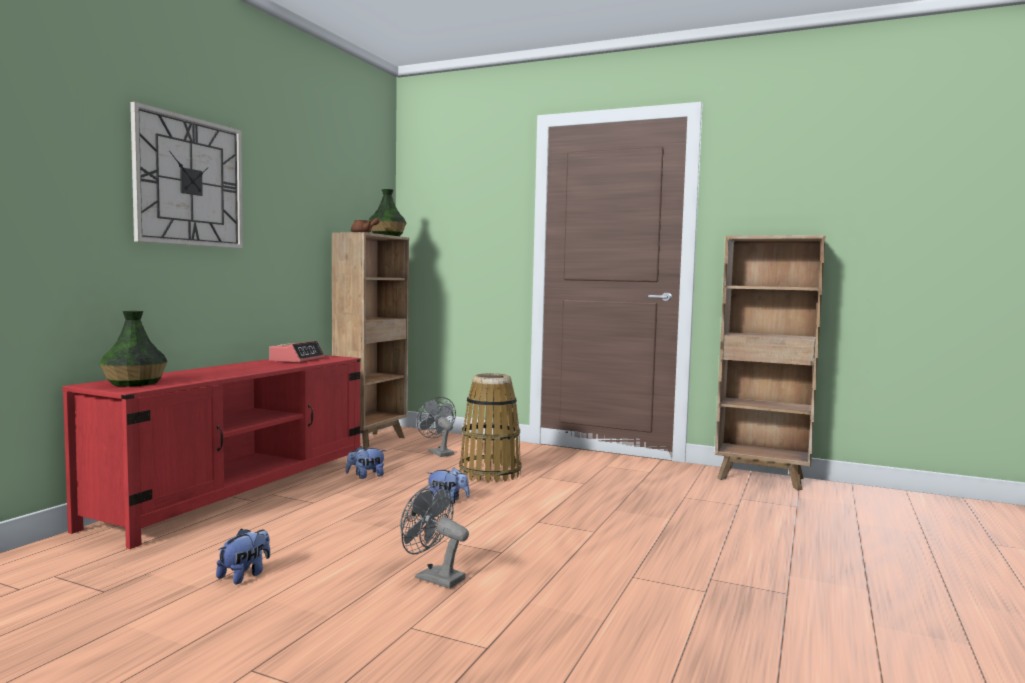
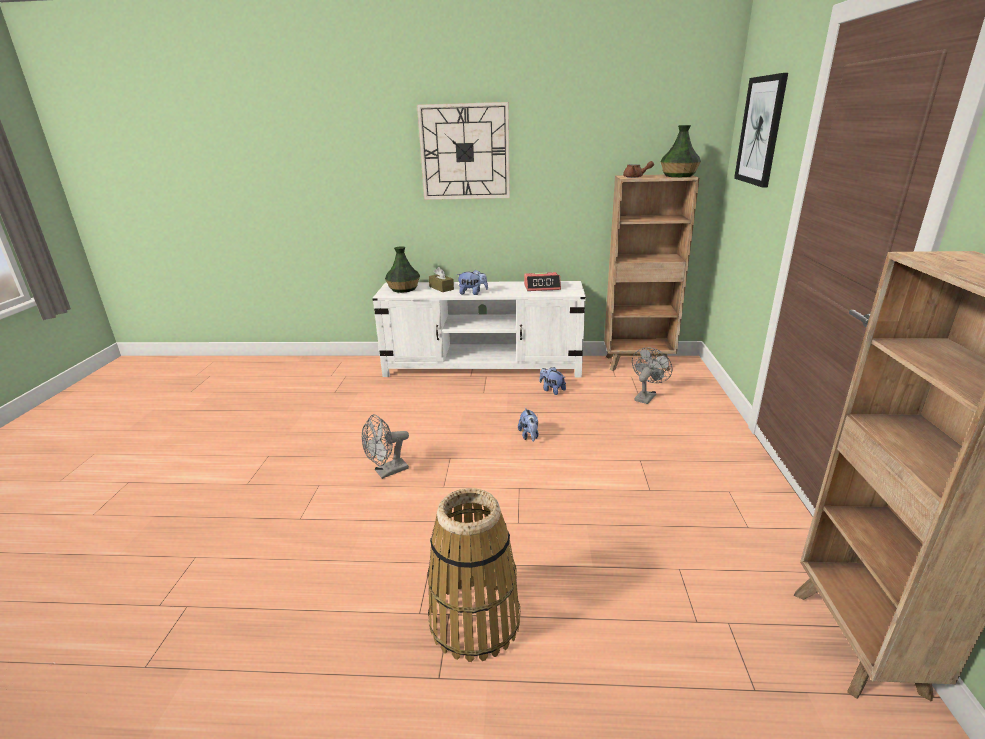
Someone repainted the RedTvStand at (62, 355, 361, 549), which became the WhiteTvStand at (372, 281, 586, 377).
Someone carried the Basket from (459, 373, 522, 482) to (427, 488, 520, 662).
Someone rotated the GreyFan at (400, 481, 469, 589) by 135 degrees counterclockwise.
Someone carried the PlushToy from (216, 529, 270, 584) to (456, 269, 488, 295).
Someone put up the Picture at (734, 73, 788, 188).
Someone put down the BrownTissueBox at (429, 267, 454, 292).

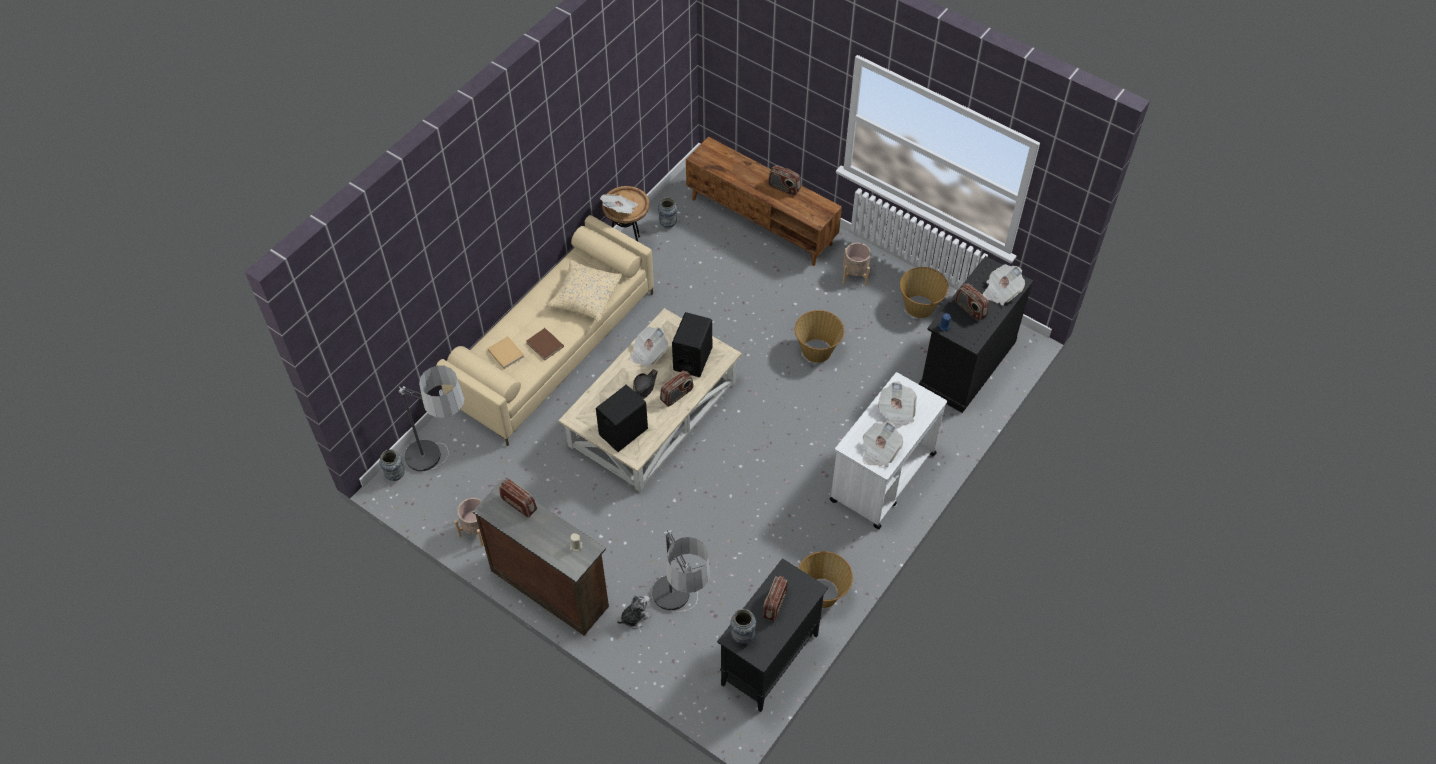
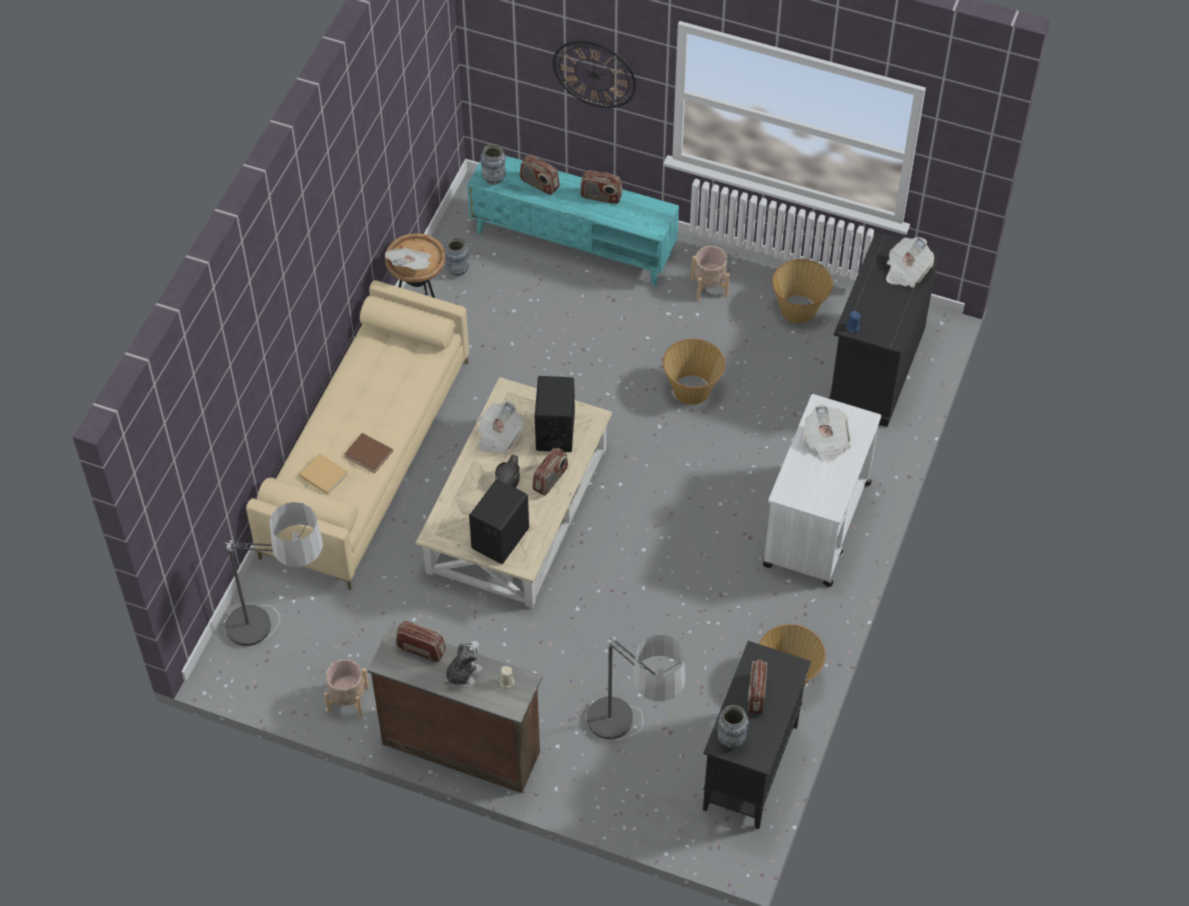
Someone repainted the BrownTvStand at (686, 137, 842, 266), which became the TurquoiseTvStand at (467, 156, 679, 286).
Someone took away the BeigePillow at (546, 260, 623, 322).
Someone carried the Radio from (955, 283, 989, 321) to (520, 155, 560, 195).
Someone took away the Newspaper at (862, 422, 903, 467).
Someone carried the Vase from (379, 450, 405, 481) to (480, 144, 506, 185).
Someone carried the PlushToy from (617, 595, 651, 629) to (444, 641, 483, 688).
Someone put up the WallClock at (553, 41, 636, 108).

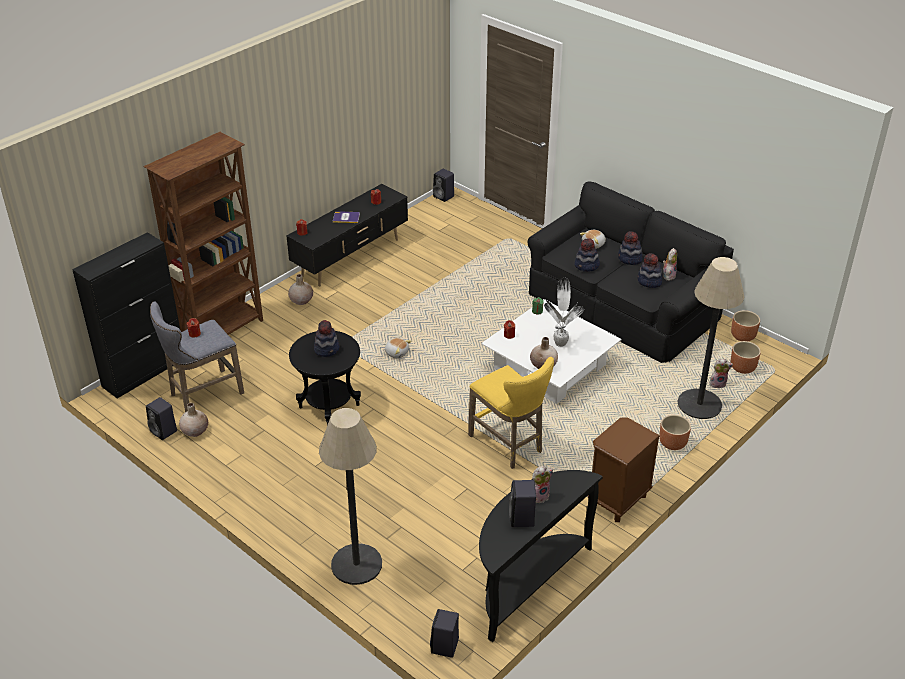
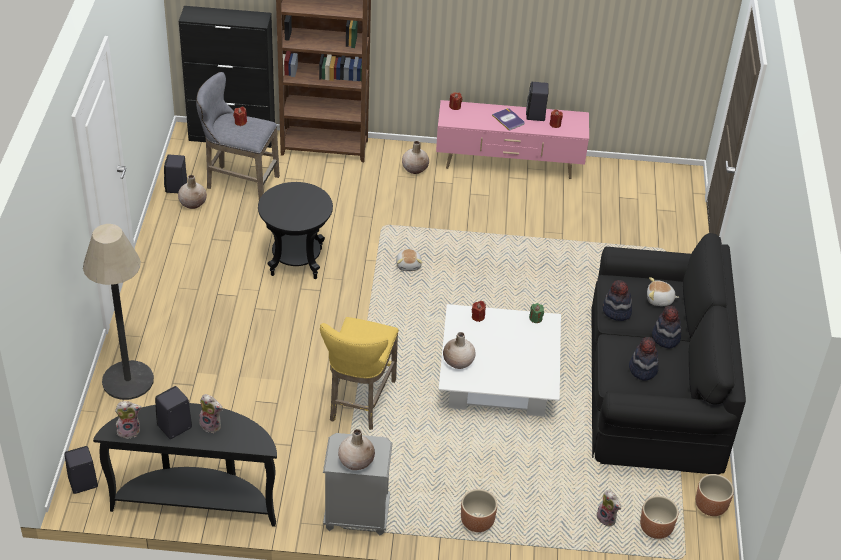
Someone carried the BlackSpeaker from (433, 169, 454, 202) to (526, 82, 549, 121).
Someone repainted the BlackTvStand at (287, 184, 408, 286), which became the PinkTvStand at (436, 100, 589, 179).
Someone carried the PlushToy from (663, 248, 677, 281) to (115, 401, 142, 439).
Someone took away the FloorLamp at (677, 257, 744, 419).
Someone took away the PottedPlant at (544, 278, 584, 347).
Someone took away the Hat at (314, 320, 340, 357).
Someone repainted the BrownNightstand at (588, 417, 660, 522), which became the GreyNightstand at (323, 433, 393, 536).
Someone put down the BeigeVase at (338, 429, 375, 470).

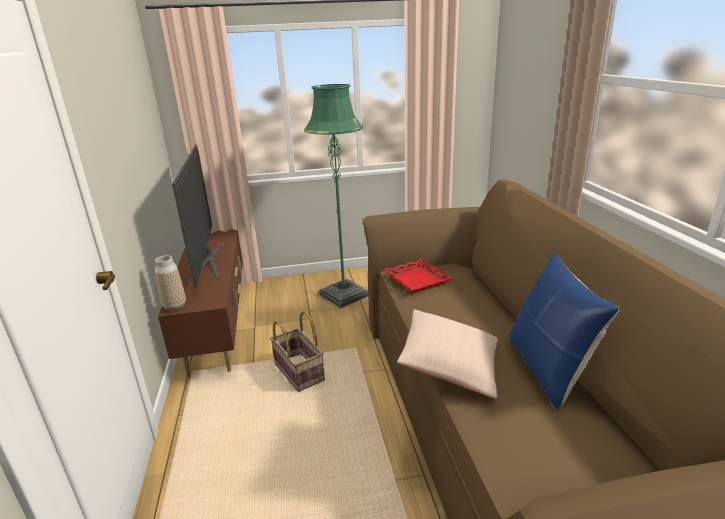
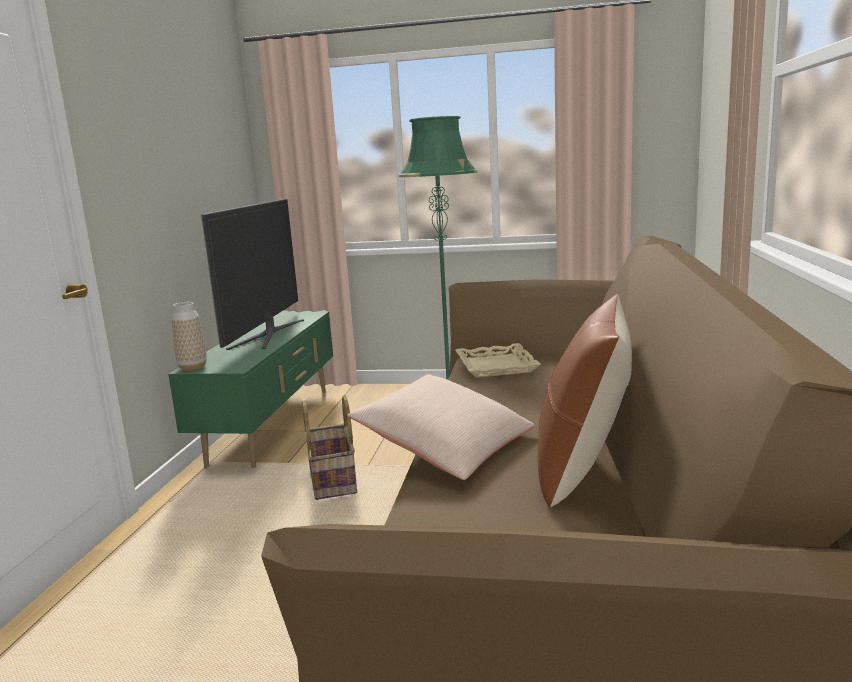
Someone repainted the BrownTvStand at (158, 229, 243, 378), which became the GreenTvStand at (168, 310, 333, 468).
Someone repainted the BluePillow at (509, 252, 619, 409), which became the BrownPillow at (537, 293, 632, 508).
Someone repainted the RedTray at (383, 258, 453, 293), which became the BeigeTray at (456, 343, 541, 378).

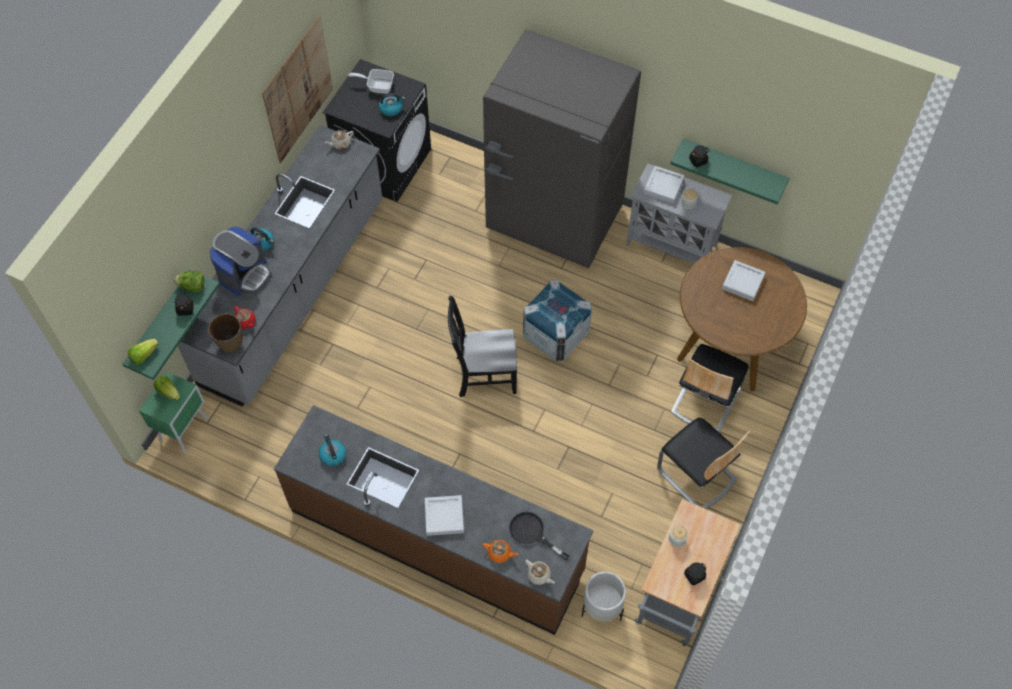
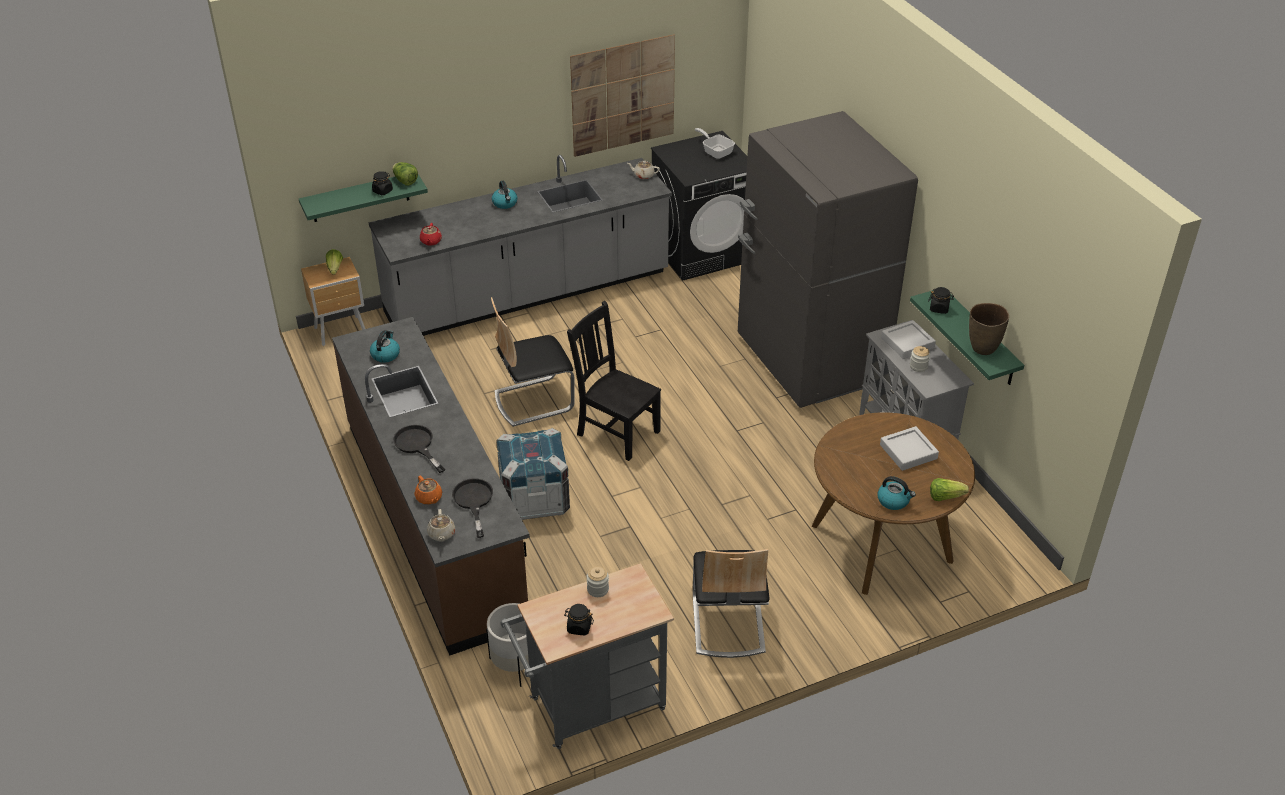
Someone carried the Kettle from (379, 93, 405, 116) to (878, 476, 916, 510).
Someone took away the CoffeeMachine at (210, 226, 271, 295).
Someone carried the Crate from (523, 280, 592, 361) to (496, 428, 570, 520).
Someone carried the BrownVase from (208, 313, 243, 353) to (969, 303, 1009, 355).
Someone carried the Lettuce from (128, 339, 159, 365) to (930, 478, 969, 501).
Someone carried the Chair from (671, 344, 749, 432) to (491, 297, 574, 427).
Someone repainted the GreenNightstand at (139, 371, 209, 453), which became the BrownNightstand at (301, 257, 365, 346).
Someone swapped the GreyTray at (424, 495, 464, 536) for the BlackFryingPan at (393, 425, 445, 473).

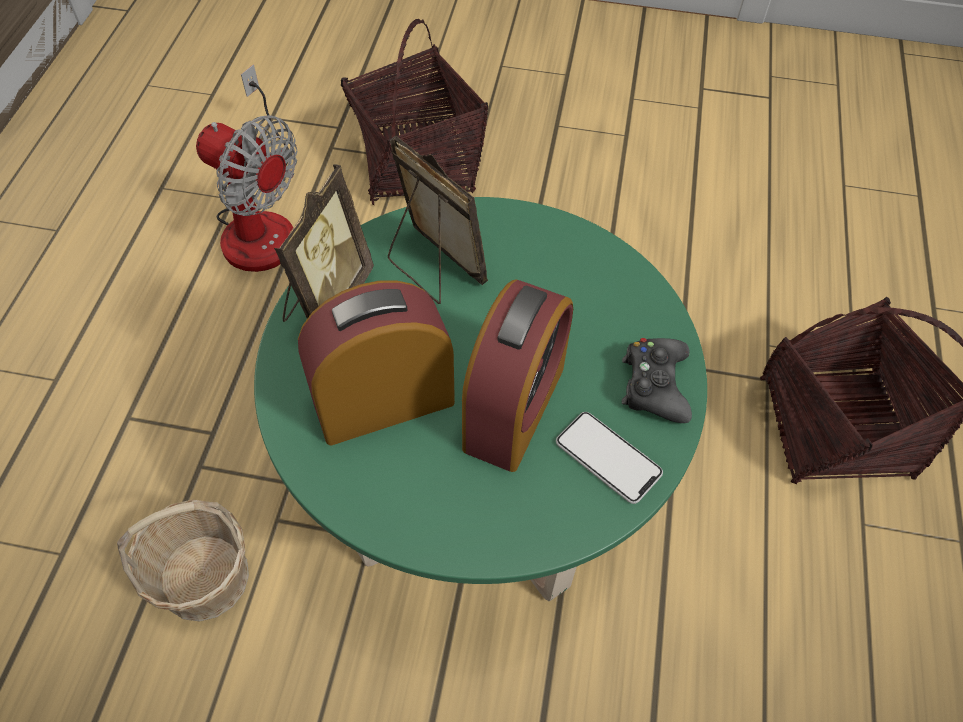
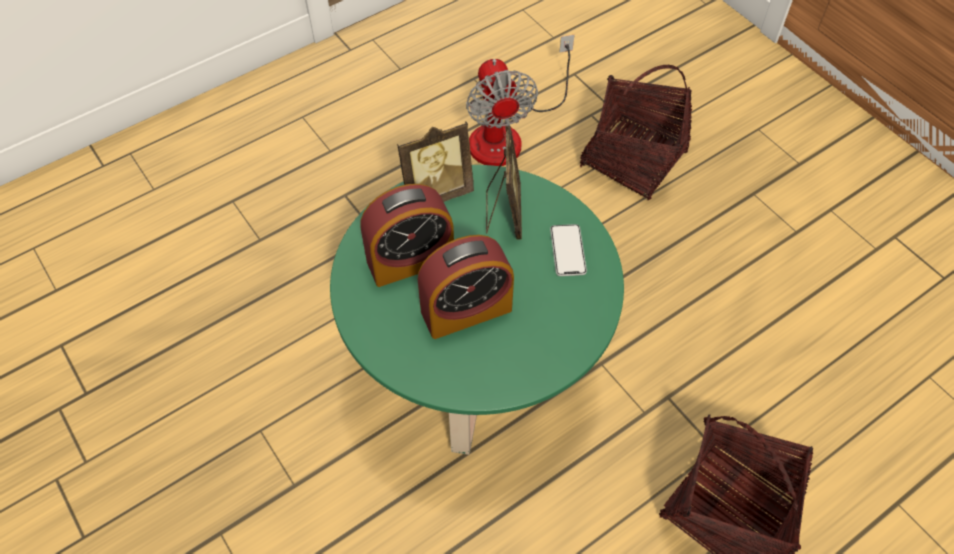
Someone rotated the AlarmClock at (298, 280, 455, 445) by 135 degrees clockwise.
Someone took away the BlackGameController at (622, 338, 692, 423).
Someone carried the Phone from (556, 412, 663, 504) to (550, 224, 587, 276).
Someone took away the Basket at (117, 500, 249, 622).

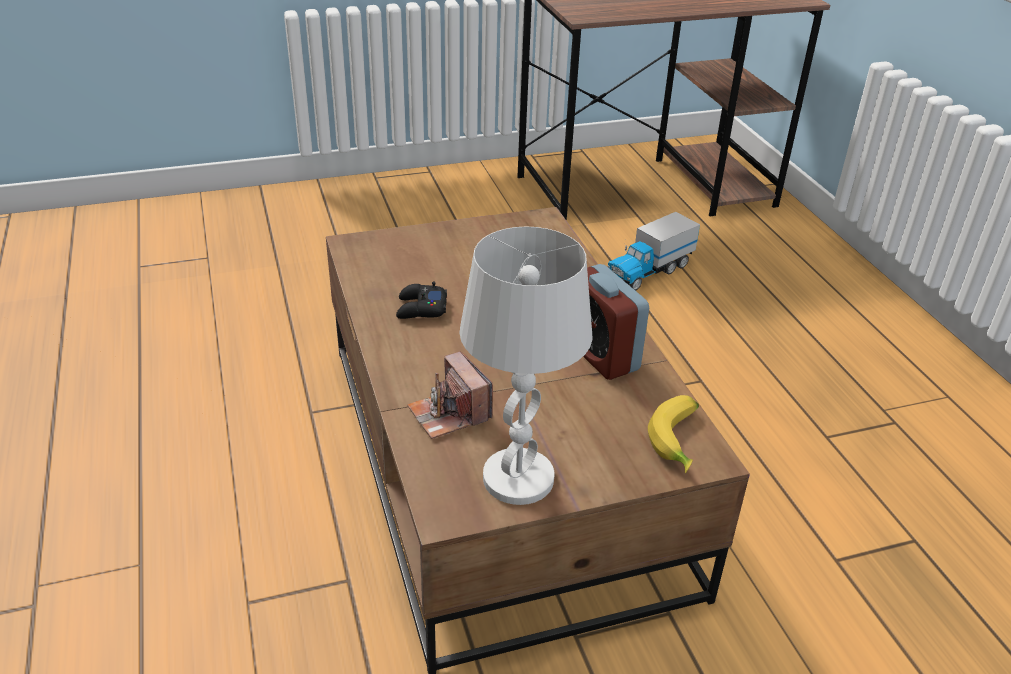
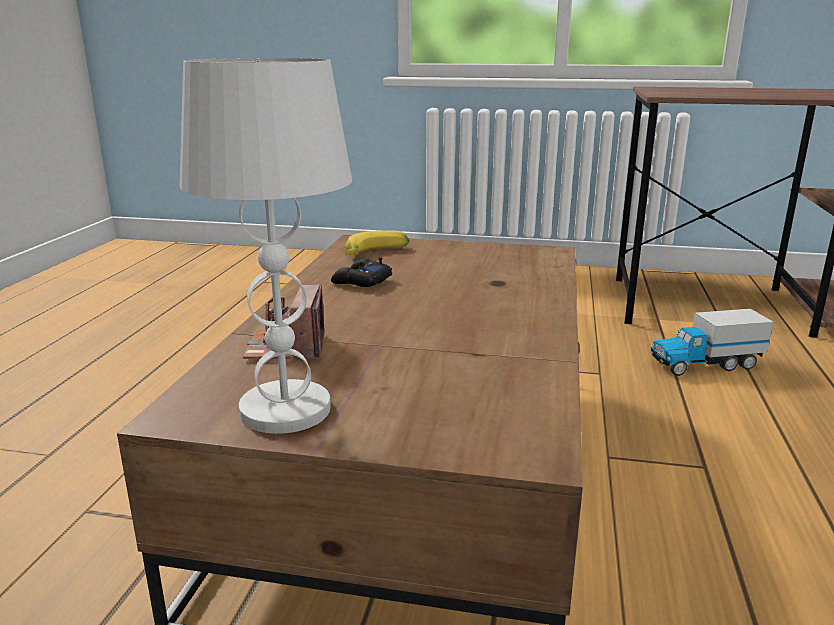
Someone took away the AlarmClock at (583, 264, 649, 380).
Someone carried the Banana from (648, 395, 699, 473) to (345, 230, 409, 255).

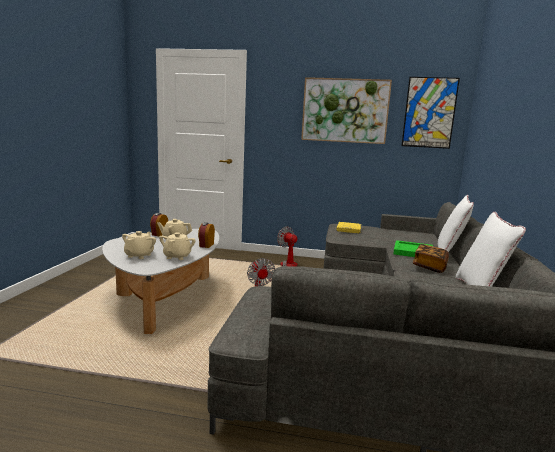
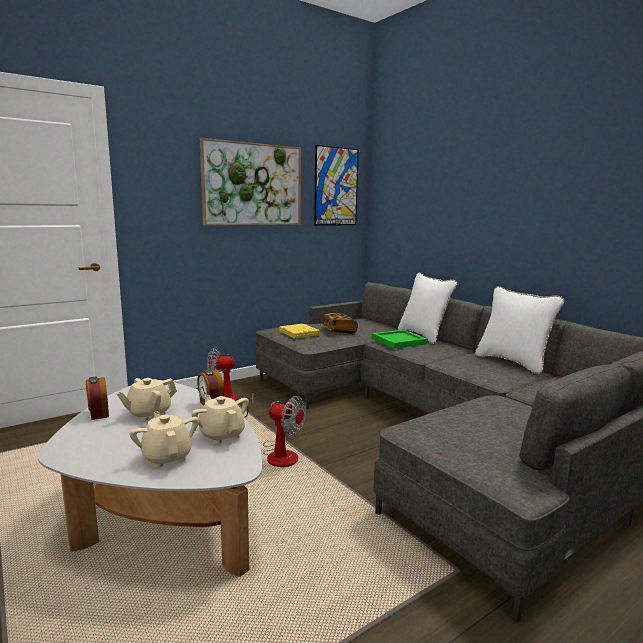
Someone carried the Book from (413, 244, 449, 273) to (322, 313, 358, 334).

